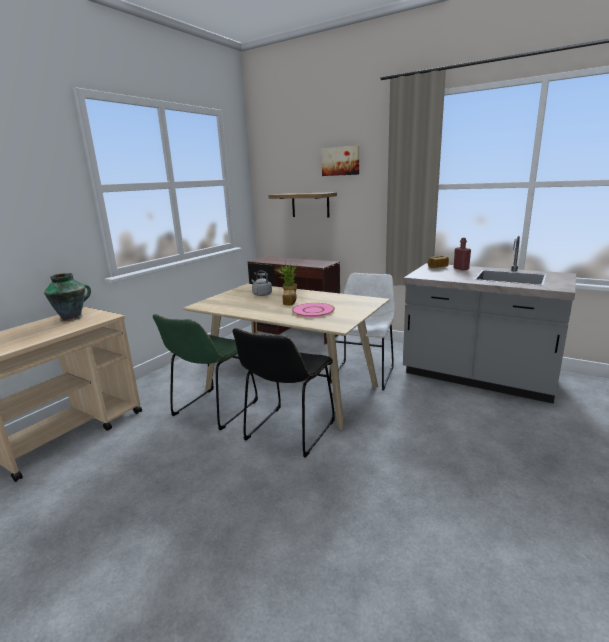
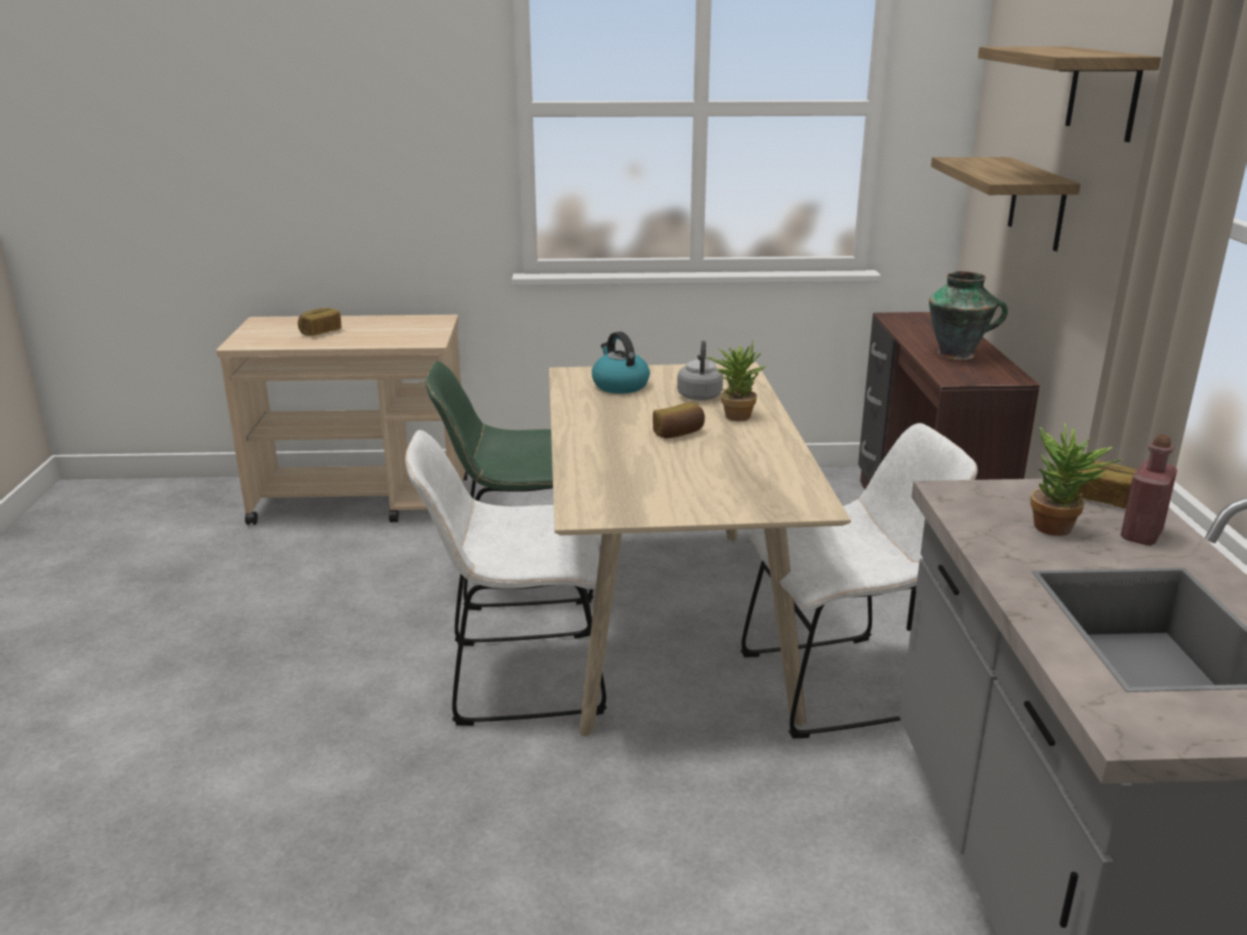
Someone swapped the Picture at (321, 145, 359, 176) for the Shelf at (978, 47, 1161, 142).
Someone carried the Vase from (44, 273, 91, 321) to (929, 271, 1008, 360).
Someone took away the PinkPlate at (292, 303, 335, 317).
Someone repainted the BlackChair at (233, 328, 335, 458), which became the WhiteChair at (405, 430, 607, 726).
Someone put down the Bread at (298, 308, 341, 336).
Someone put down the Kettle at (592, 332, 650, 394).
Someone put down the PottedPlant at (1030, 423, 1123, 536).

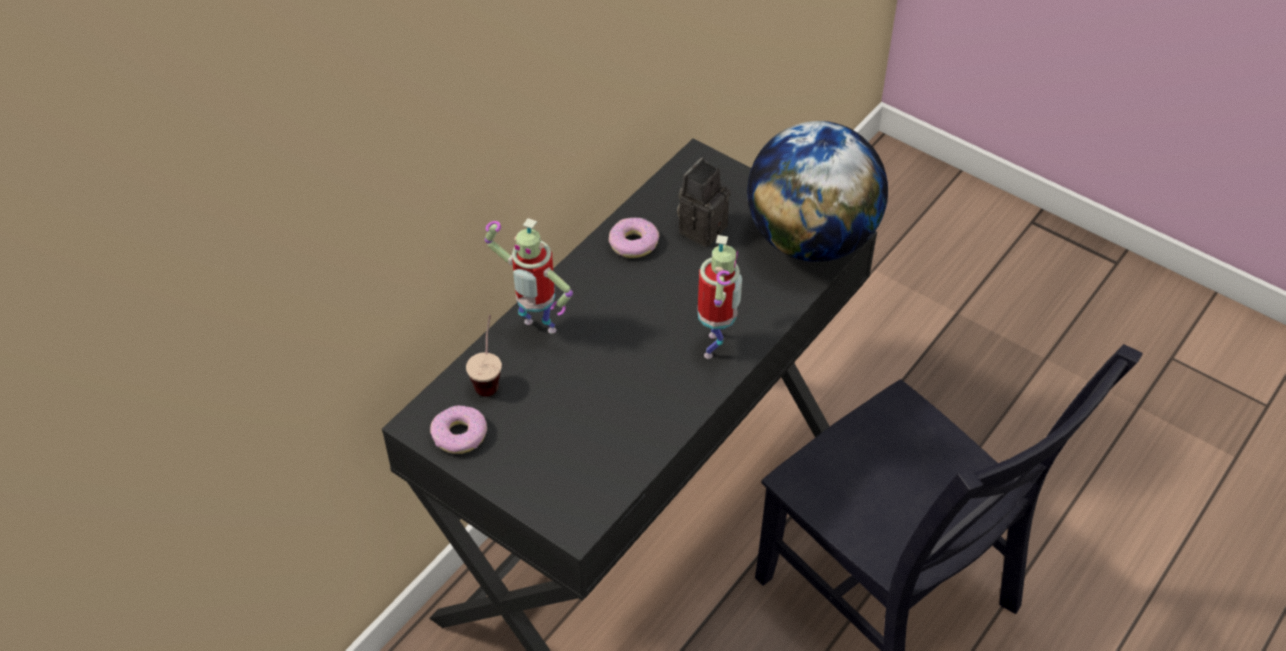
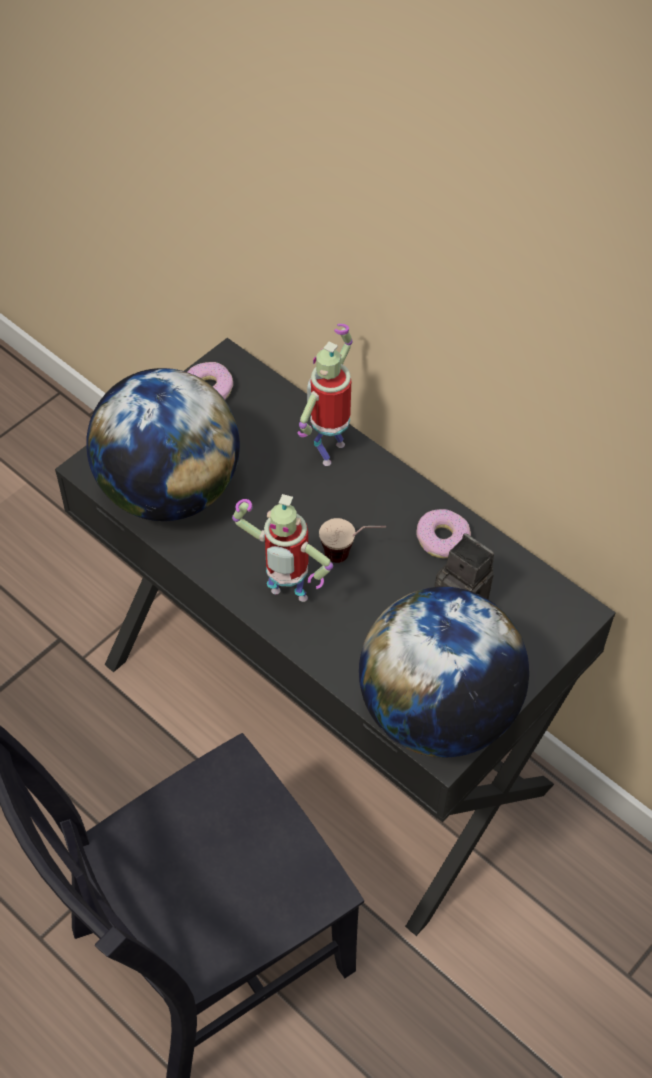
Someone carried the Cup from (466, 315, 502, 396) to (319, 518, 386, 563).
Someone put down the Globe at (86, 368, 240, 521).

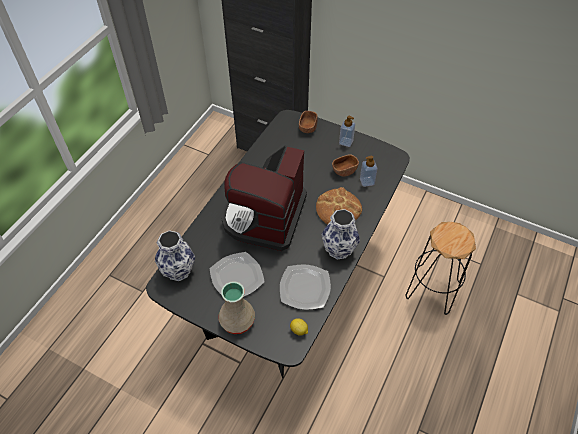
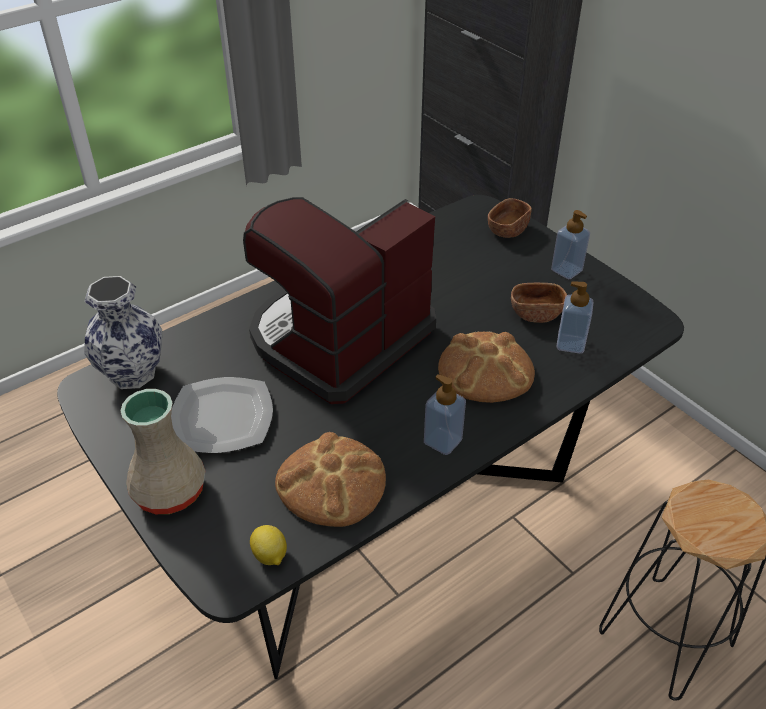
Someone swapped the Vase at (321, 209, 360, 260) for the SoapDispenser at (424, 374, 466, 455).
Someone swapped the Plate at (280, 265, 331, 310) for the Bread at (275, 432, 386, 527).

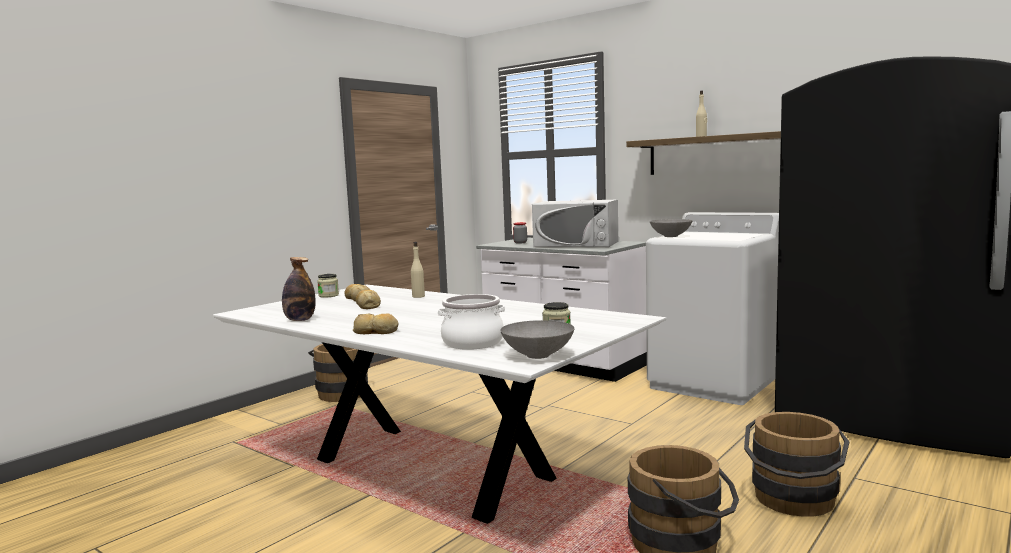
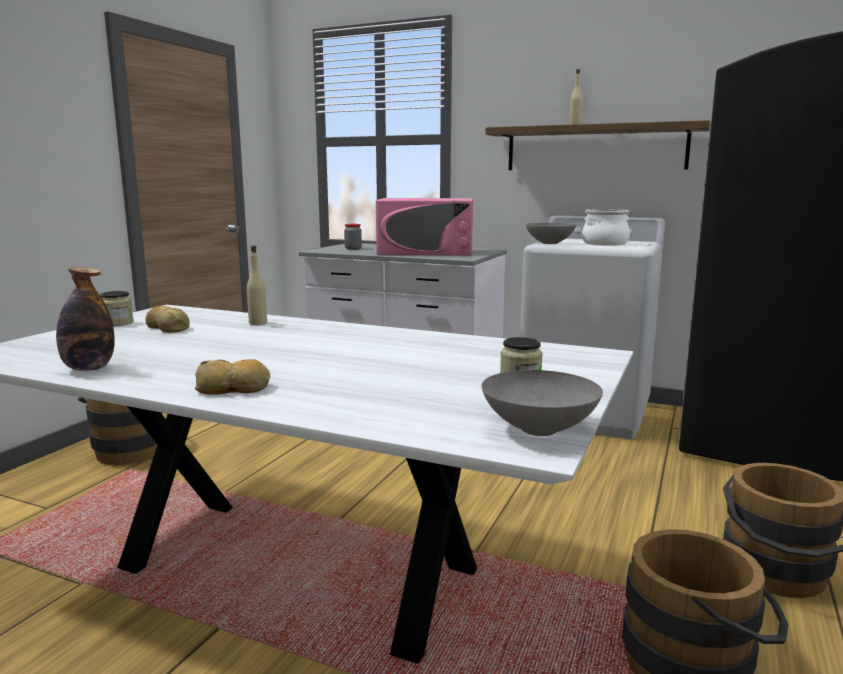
Someone repainted the WhiteMicrowave at (532, 200, 618, 247), which became the PinkMicrowave at (376, 198, 473, 256).
Someone took away the Bread at (356, 290, 381, 309).
Someone carried the CookingPot from (438, 294, 505, 350) to (582, 209, 630, 246).

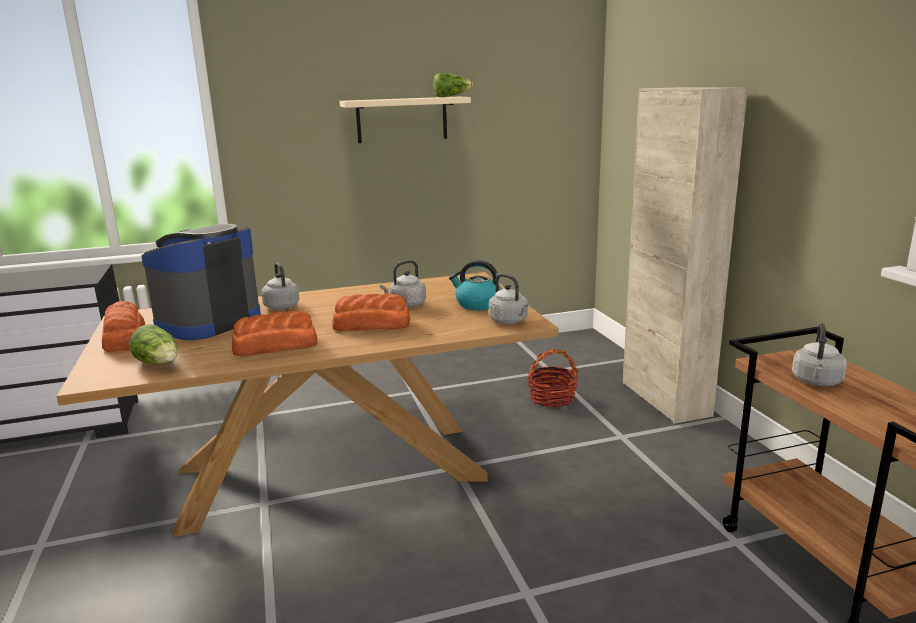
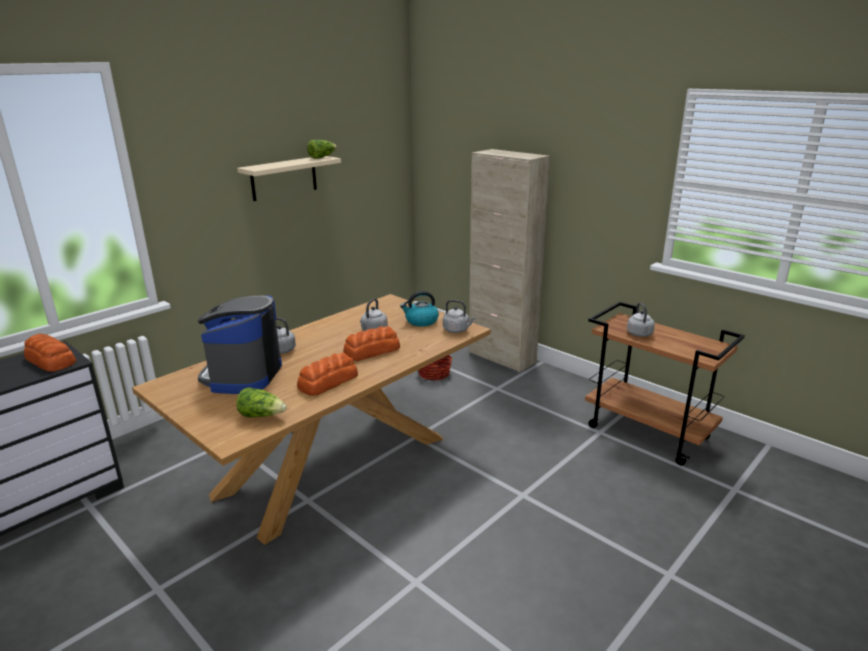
Someone carried the Bread from (102, 301, 145, 352) to (24, 334, 76, 372).

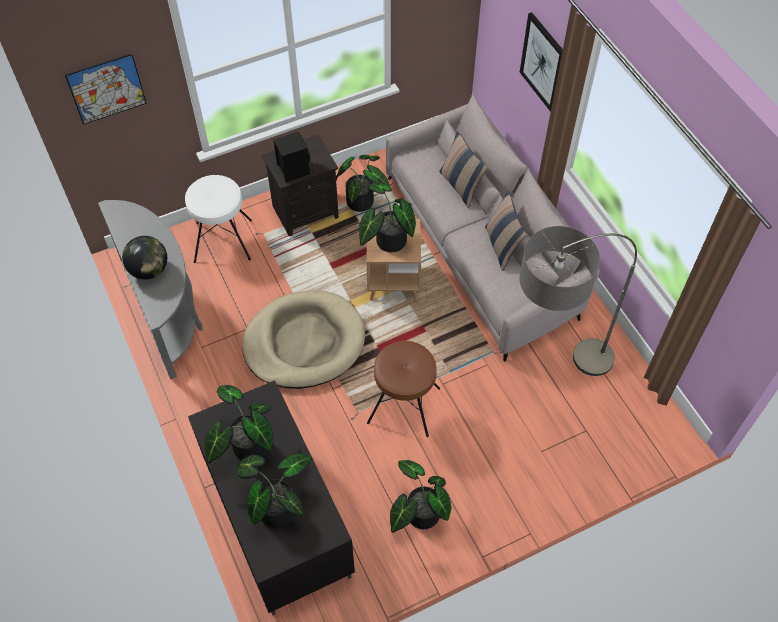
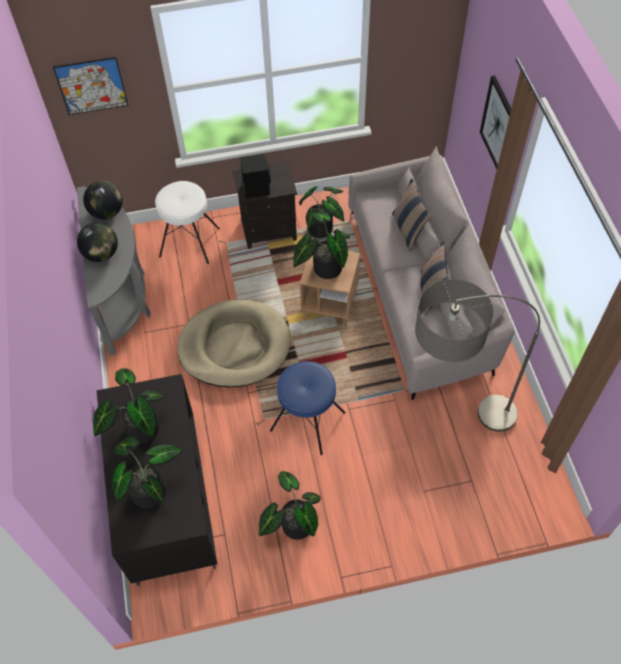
Someone repainted the BrownStool at (367, 341, 440, 437), which became the BlueStool at (270, 361, 346, 455).
Someone put down the Globe at (83, 181, 123, 220).

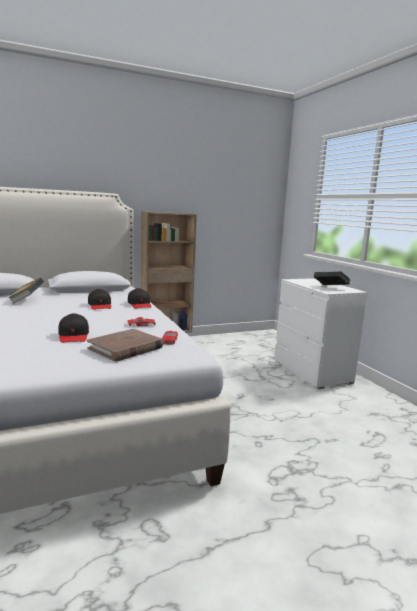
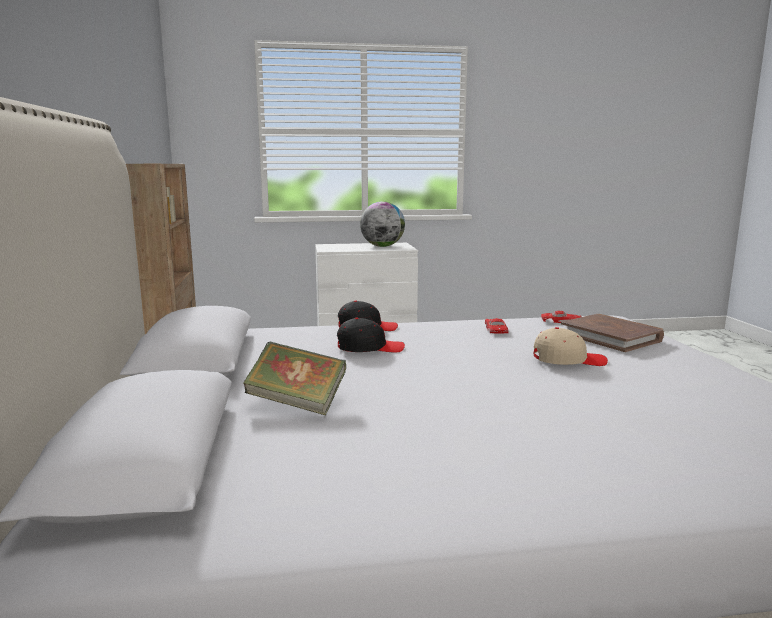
Someone swapped the Book at (314, 271, 351, 285) for the Globe at (360, 201, 405, 247).
Someone repainted the BlackCap at (58, 313, 89, 343), which became the BeigeCap at (533, 327, 608, 366).

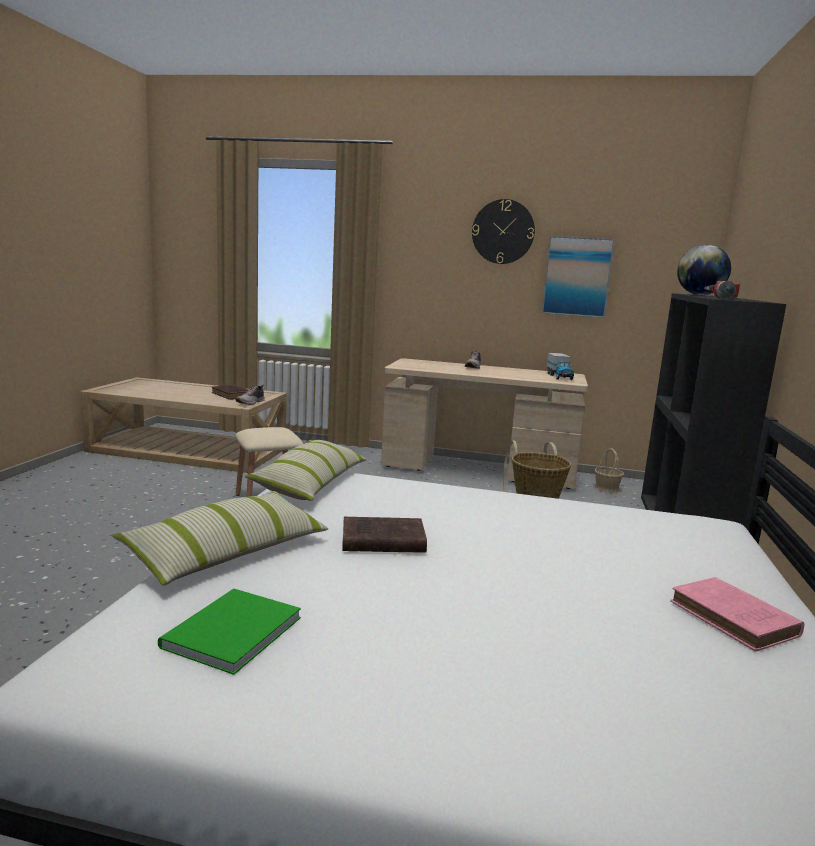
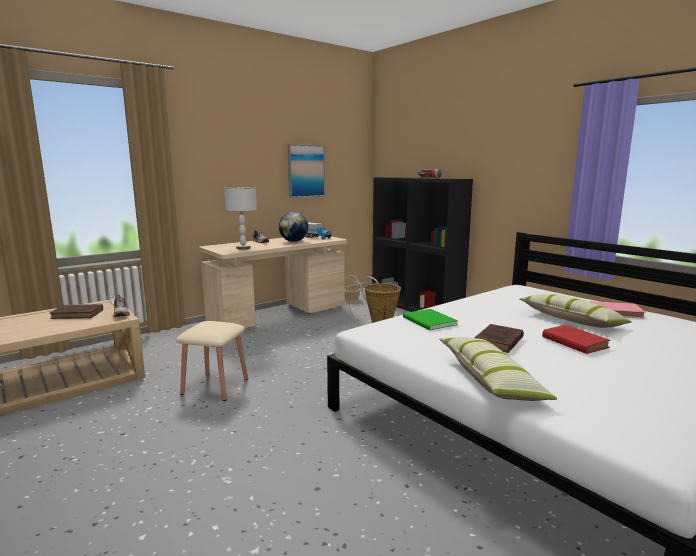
Someone took away the WallClock at (472, 199, 535, 264).
Someone carried the Globe from (677, 245, 731, 295) to (279, 212, 308, 242).
Someone carried the Pillow from (245, 440, 367, 501) to (519, 294, 631, 328).
Someone carried the GreenBook from (158, 589, 301, 675) to (403, 309, 458, 330).
Someone put down the GreyTableLamp at (224, 187, 257, 249).
Someone put down the RedBook at (542, 325, 610, 354).

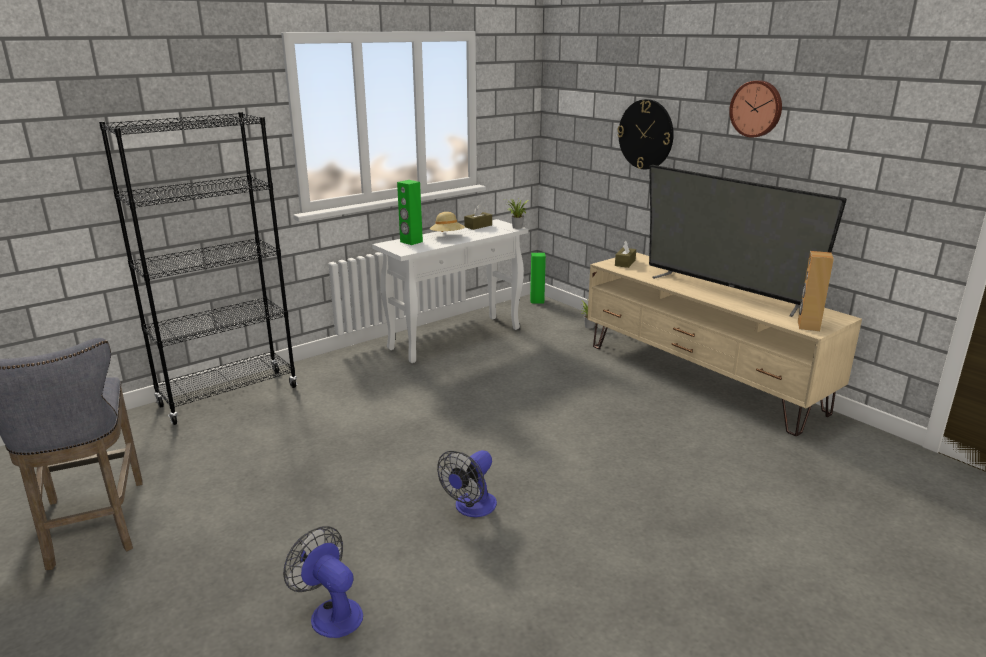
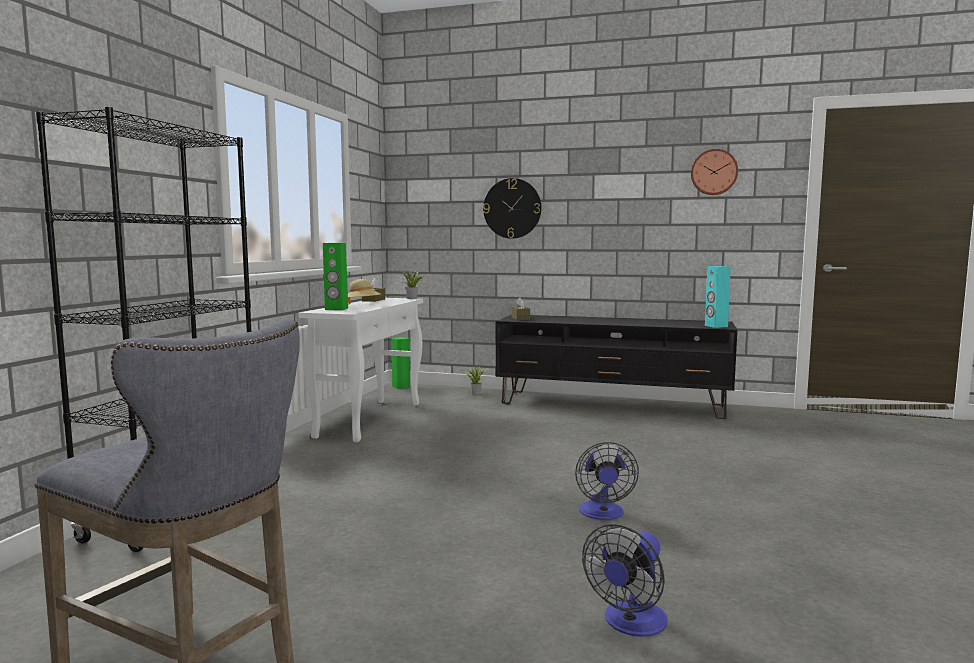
Someone carried the WallClock from (729, 80, 782, 138) to (691, 149, 738, 195).
Someone took away the Television at (649, 165, 847, 317).
Someone repainted the BrownSpeaker at (798, 251, 834, 331), which became the TurquoiseSpeaker at (705, 266, 731, 328).
Someone repainted the BeigeTvStand at (587, 252, 862, 436), which became the BlackTvStand at (496, 314, 737, 419).
Someone rotated the Fan at (283, 526, 363, 638) by 60 degrees counterclockwise.

